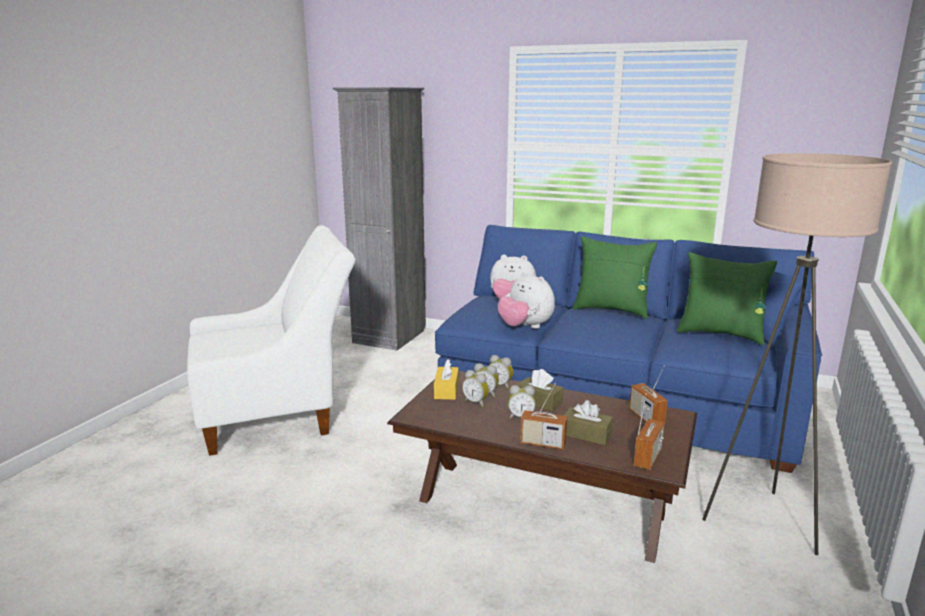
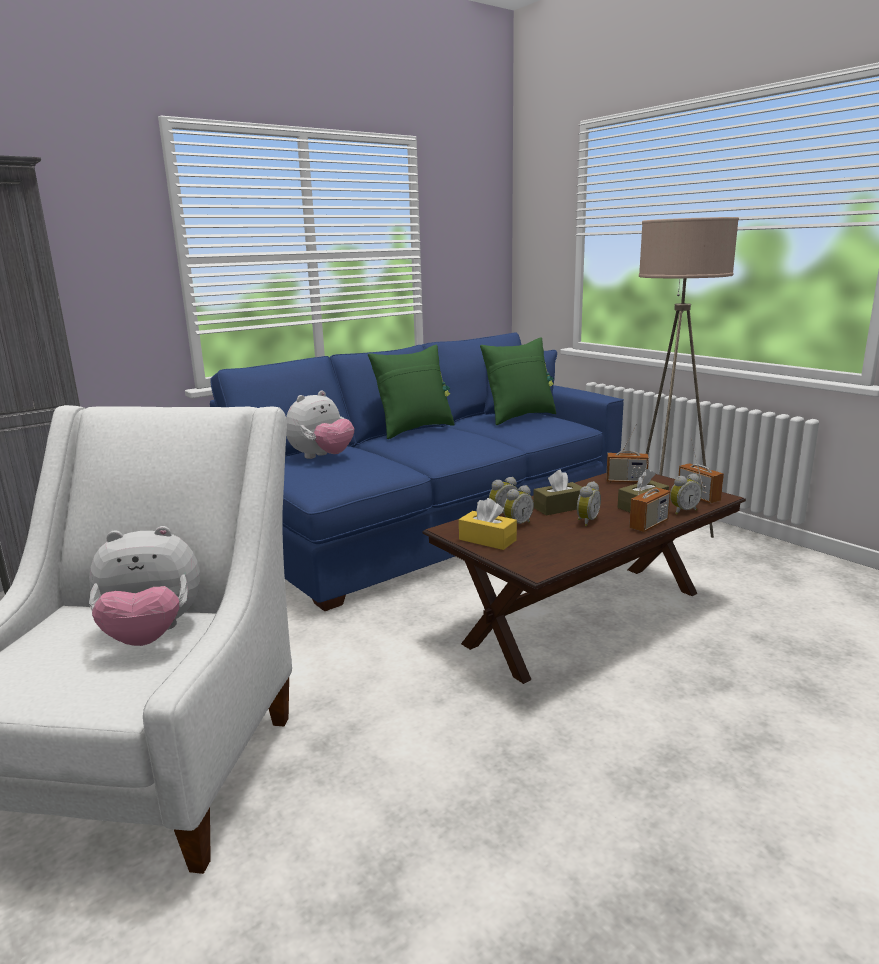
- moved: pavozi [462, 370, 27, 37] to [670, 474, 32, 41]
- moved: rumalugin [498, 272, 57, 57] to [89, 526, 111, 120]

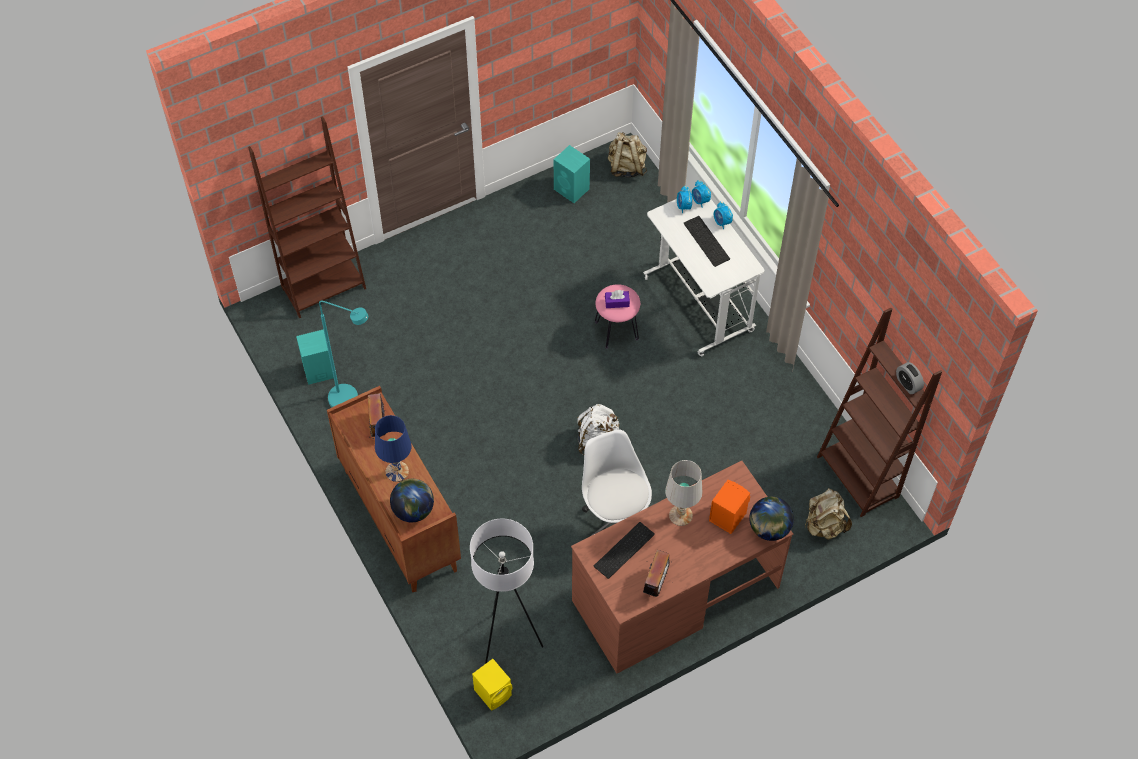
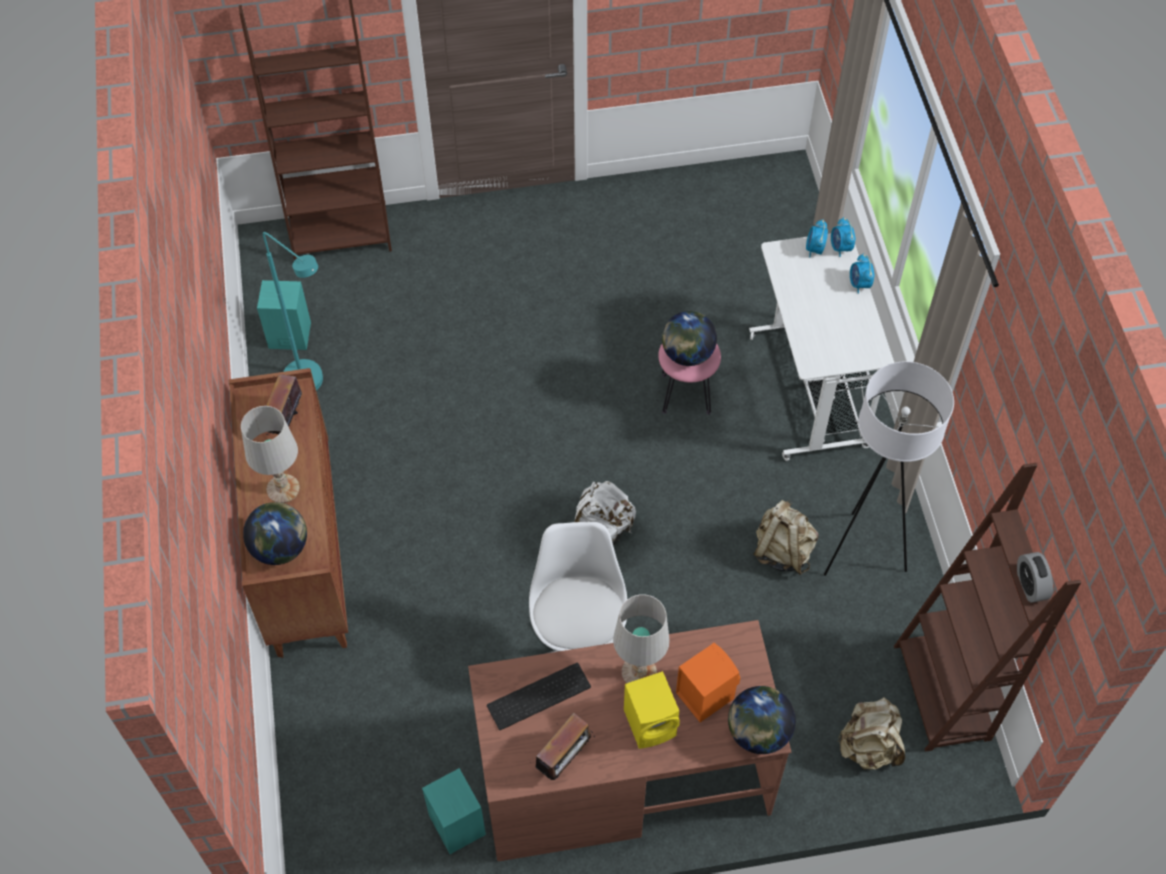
- removed: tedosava [684, 216, 46, 51]
- moved: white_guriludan [470, 519, 73, 145] to [824, 361, 130, 215]
- moved: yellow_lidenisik [472, 659, 40, 52] to [624, 671, 56, 78]
- moved: turquoise_lidenisik [554, 145, 36, 58] to [422, 768, 64, 86]
- moved: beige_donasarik [608, 132, 39, 45] to [753, 500, 66, 75]
- replaced: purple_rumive [605, 290, 25, 18] to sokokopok [662, 311, 55, 55]
- recoloured: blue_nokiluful [375, 415, 37, 67] to white_nokiluful [241, 406, 59, 97]

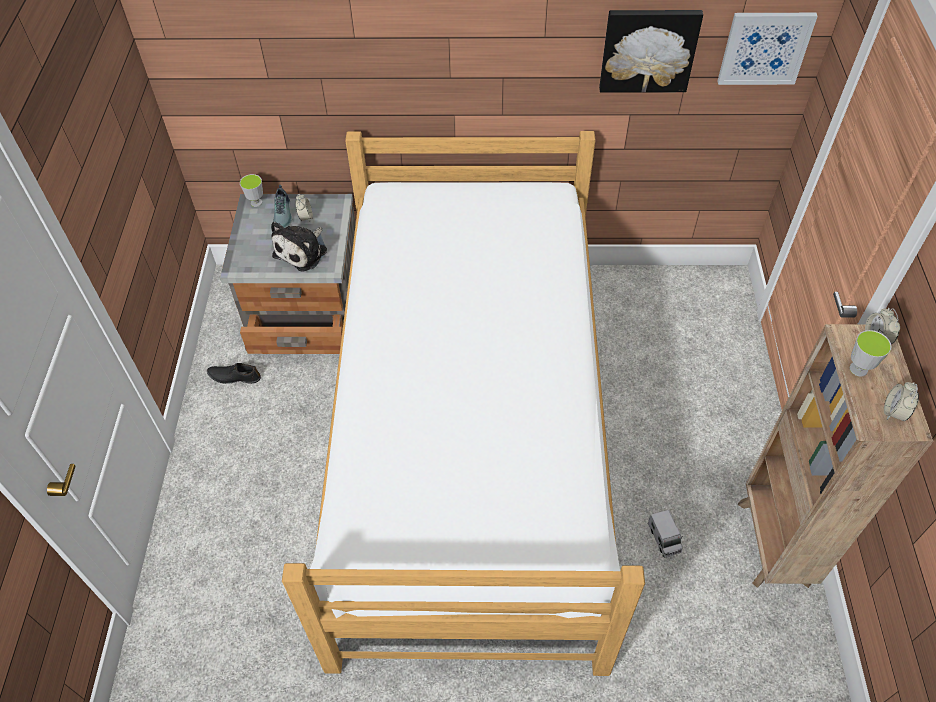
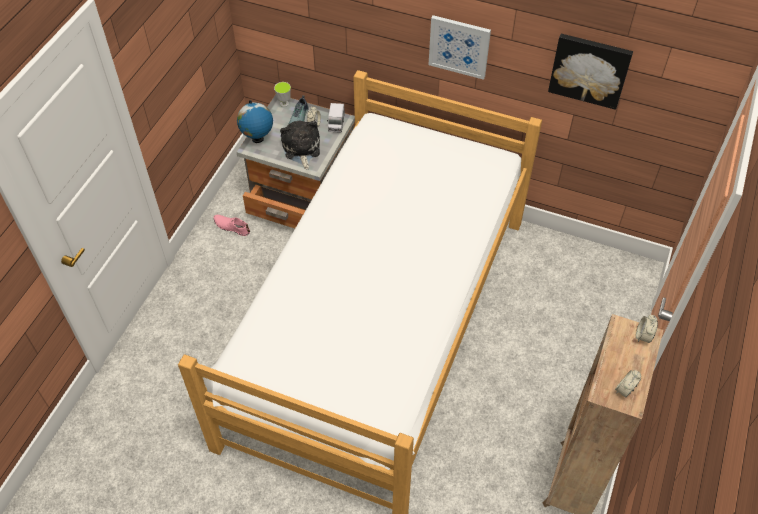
- removed: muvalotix [850, 330, 42, 47]
- added: sokokopok [237, 100, 36, 43]
- moved: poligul [648, 510, 35, 47] to [327, 103, 18, 30]
- moved: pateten [717, 13, 101, 72] to [429, 15, 62, 65]
- recoloured: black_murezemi [207, 363, 54, 21] to pink_murezemi [213, 215, 37, 21]
- turned: rumalugin [271, 222, 56, 50] = [280, 121, 40, 48] 120 degrees clockwise

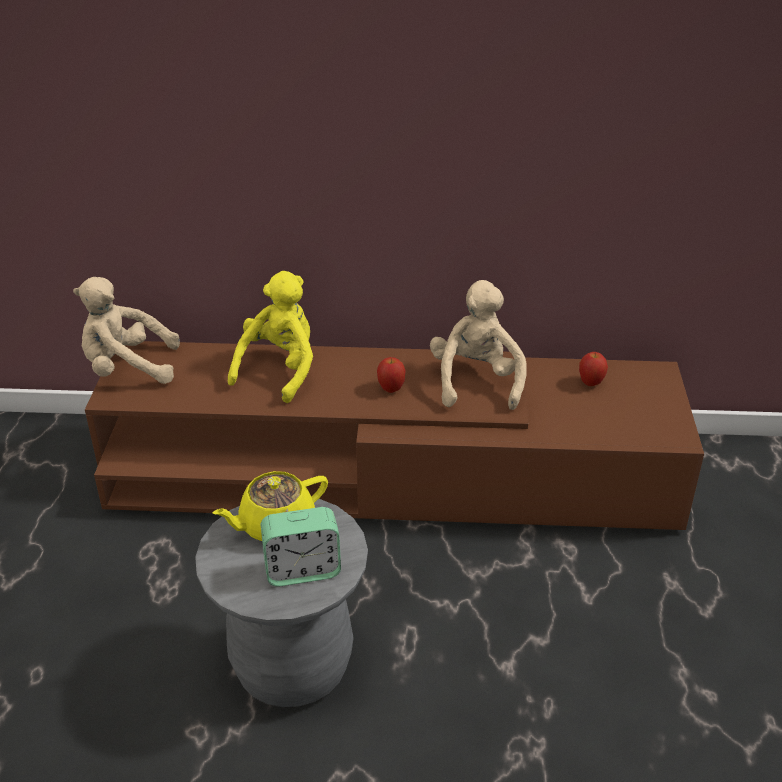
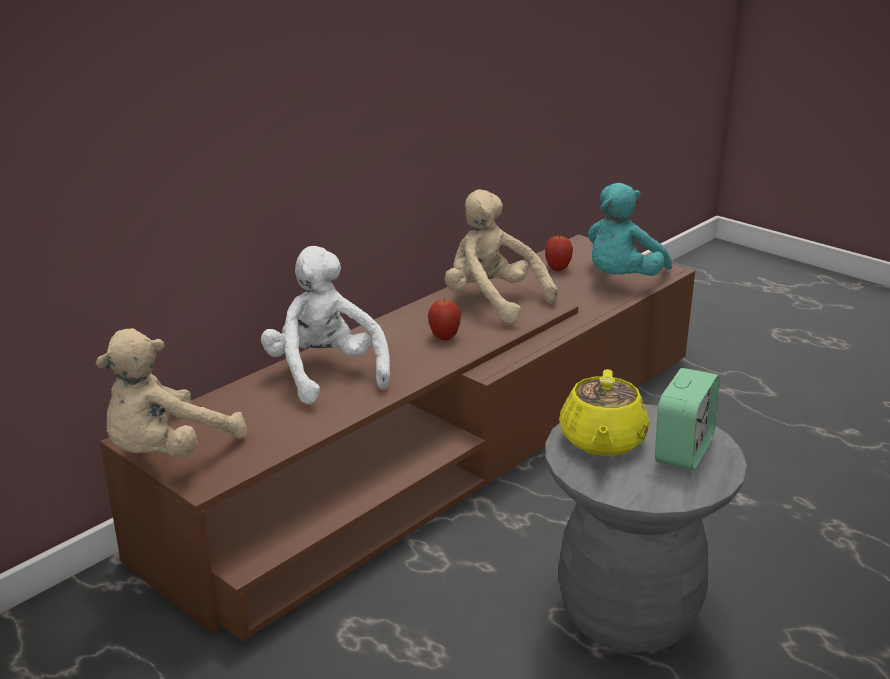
- added: turquoise_rumalugin [588, 183, 84, 93]
- recoloured: yellow_rumalugin [228, 271, 85, 132] to white_rumalugin [261, 246, 129, 159]

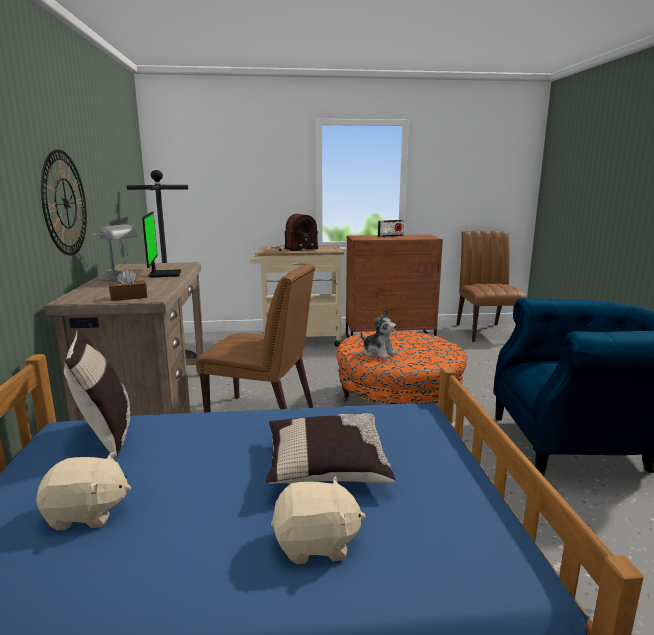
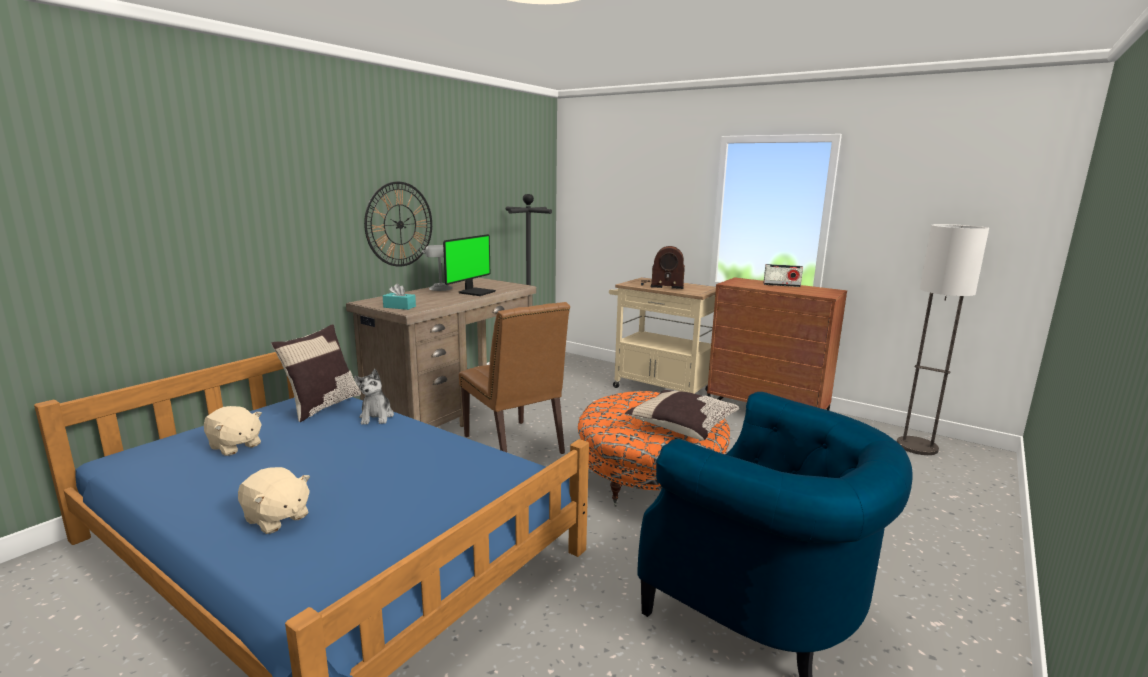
- moved: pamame [266, 413, 130, 71] to [625, 390, 114, 51]
- moved: rumalugin [360, 310, 38, 50] to [354, 369, 40, 56]
- replaced: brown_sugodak [456, 231, 71, 111] to guriludan [897, 224, 92, 231]
- recoloured: brown_rumive [109, 269, 38, 32] to turquoise_rumive [383, 283, 33, 27]

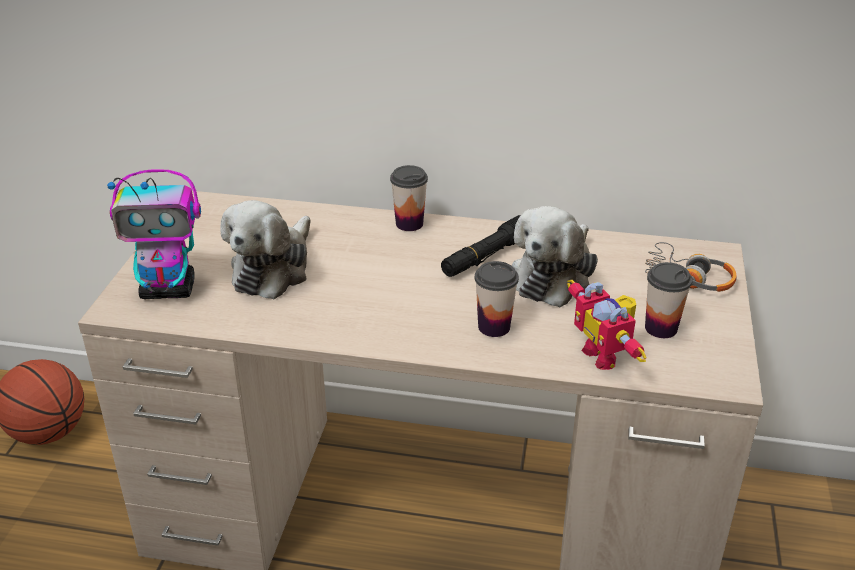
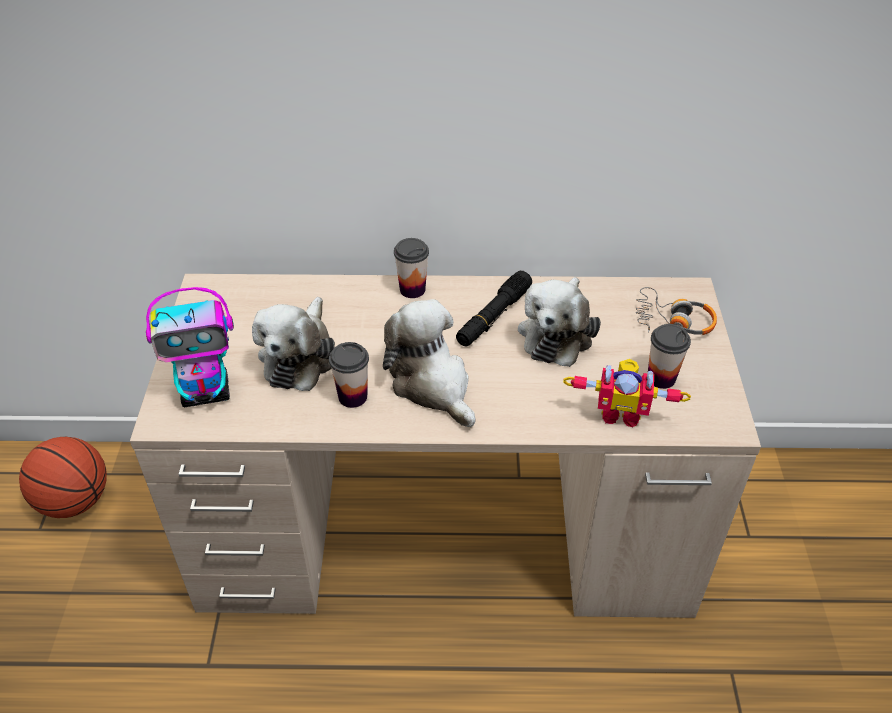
- added: rumalugin [383, 299, 92, 128]
- moved: muvalotix [475, 261, 44, 76] to [329, 342, 40, 66]
- turned: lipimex [567, 280, 79, 90] = [563, 359, 128, 68] 45 degrees counterclockwise

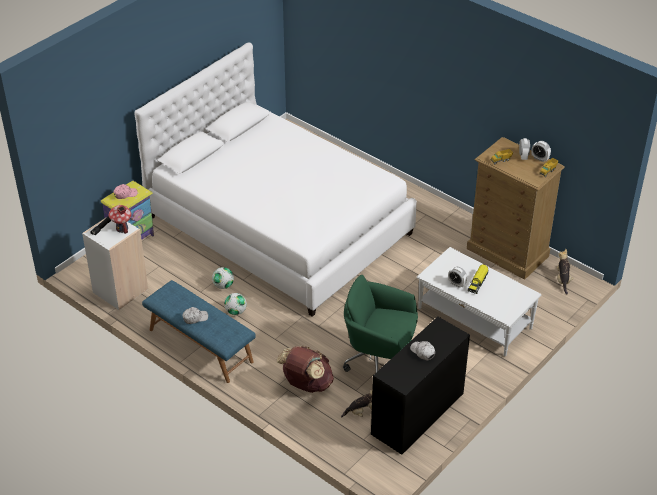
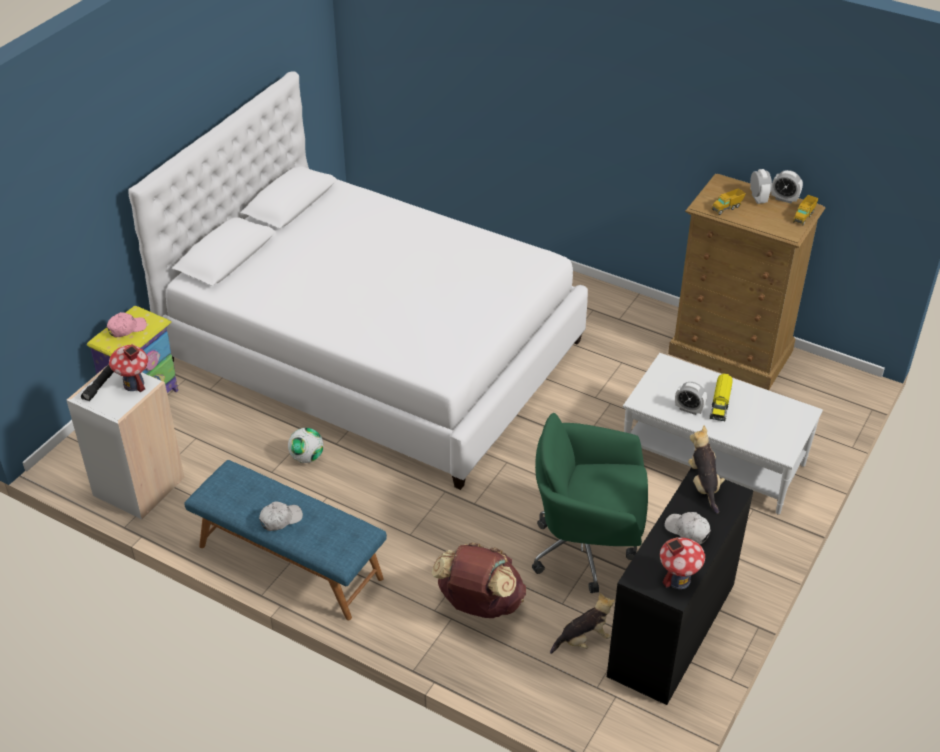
- removed: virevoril [224, 293, 23, 22]
- added: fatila [660, 537, 45, 52]
- moved: rumalugin [557, 249, 17, 45] to [688, 425, 37, 89]

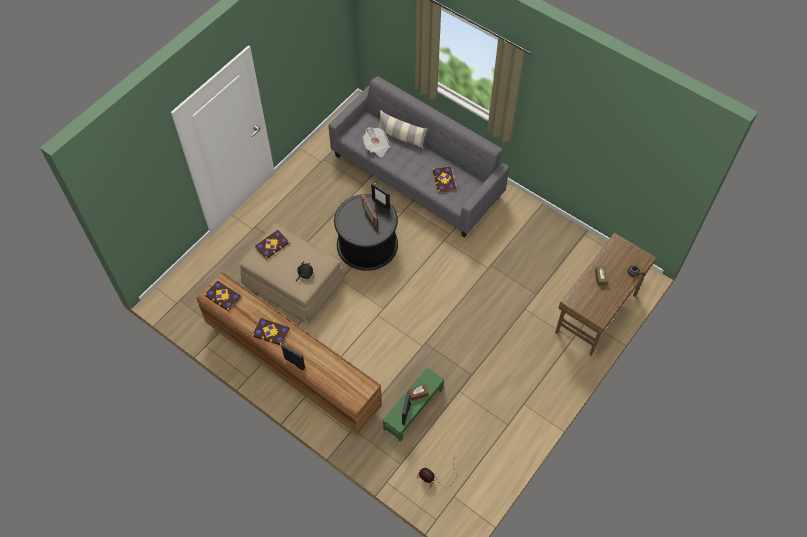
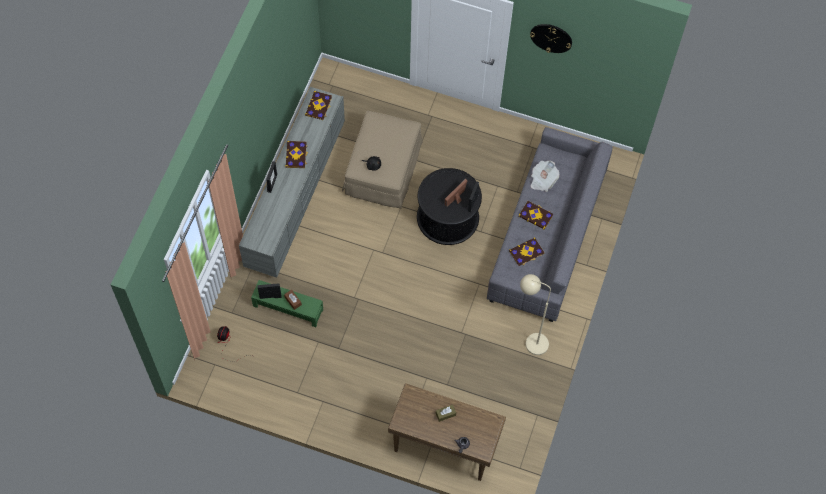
- removed: pamame [379, 110, 48, 39]
- added: beige_guriludan [520, 274, 31, 81]
- added: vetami [530, 24, 42, 29]
- moved: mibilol [255, 230, 35, 30] to [518, 201, 35, 29]
- recoloured: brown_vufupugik [196, 271, 186, 164] to grey_vufupugik [239, 87, 106, 191]

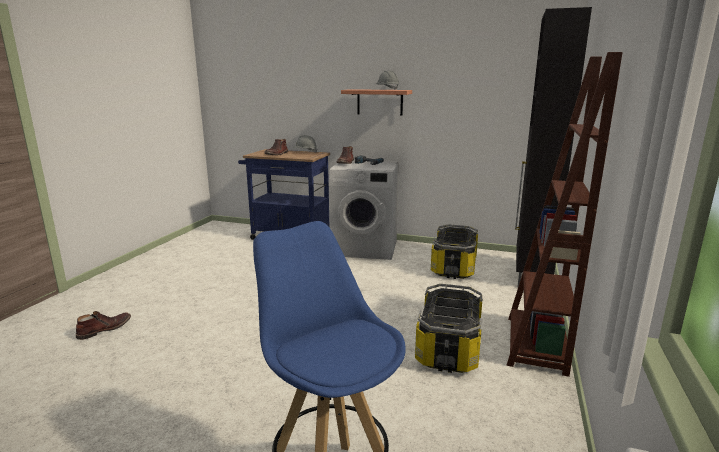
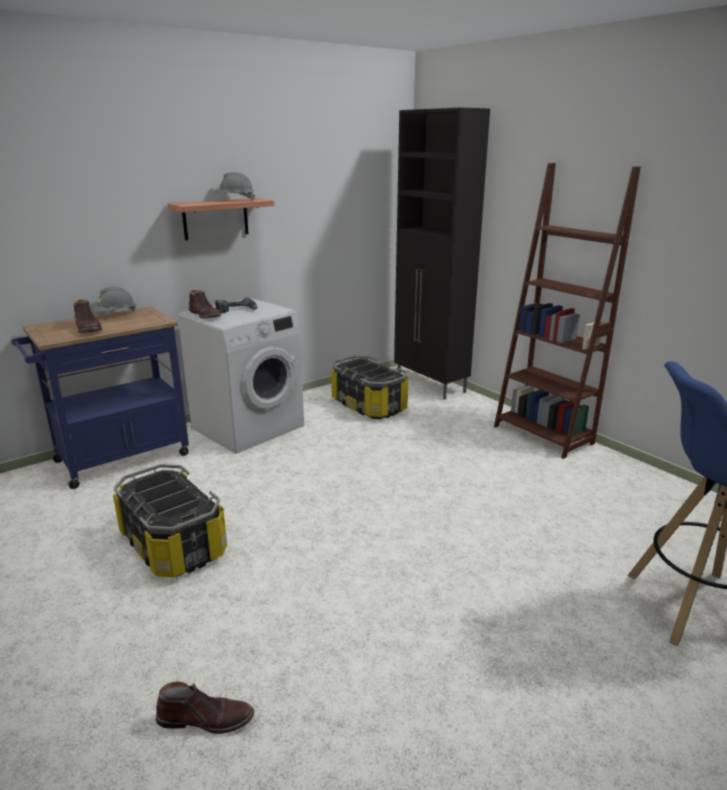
- moved: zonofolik [415, 284, 67, 89] to [113, 464, 114, 113]
- turned: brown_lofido [76, 311, 55, 29] = [156, 681, 98, 53] 105 degrees clockwise

